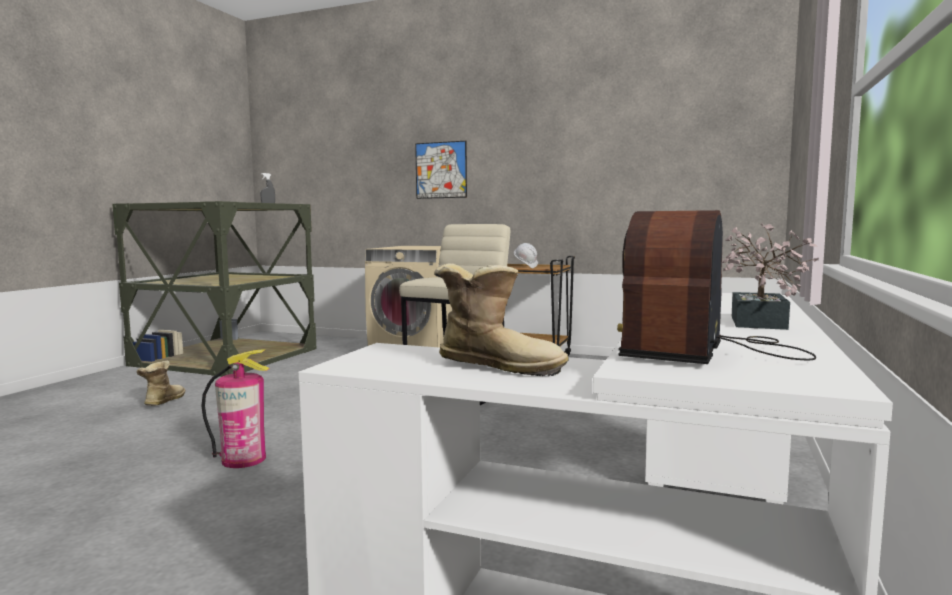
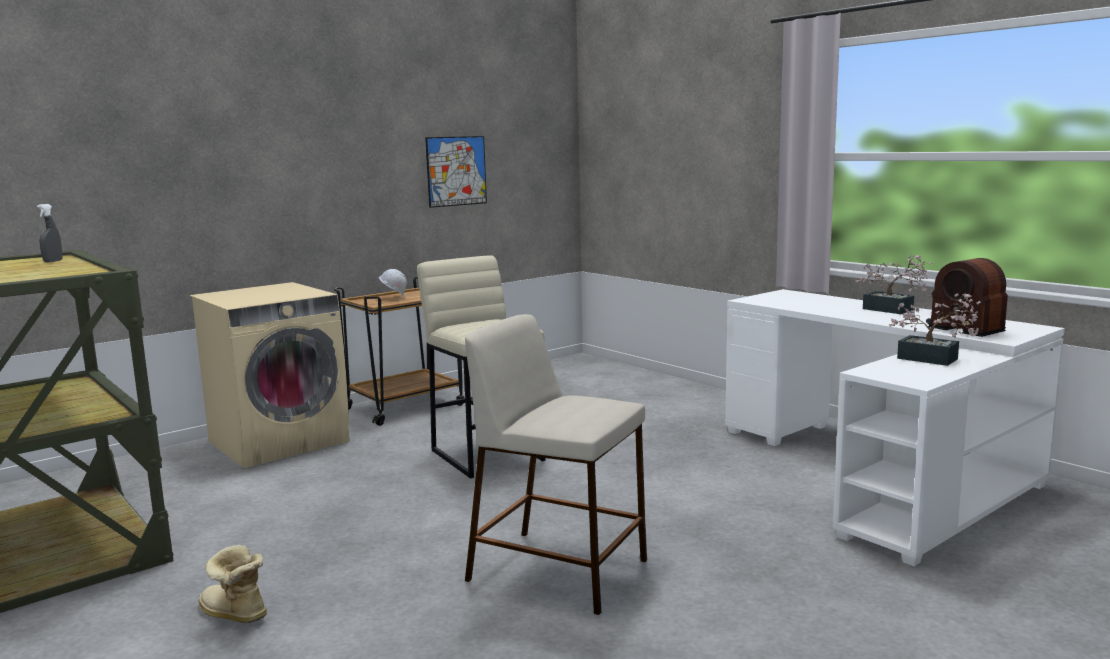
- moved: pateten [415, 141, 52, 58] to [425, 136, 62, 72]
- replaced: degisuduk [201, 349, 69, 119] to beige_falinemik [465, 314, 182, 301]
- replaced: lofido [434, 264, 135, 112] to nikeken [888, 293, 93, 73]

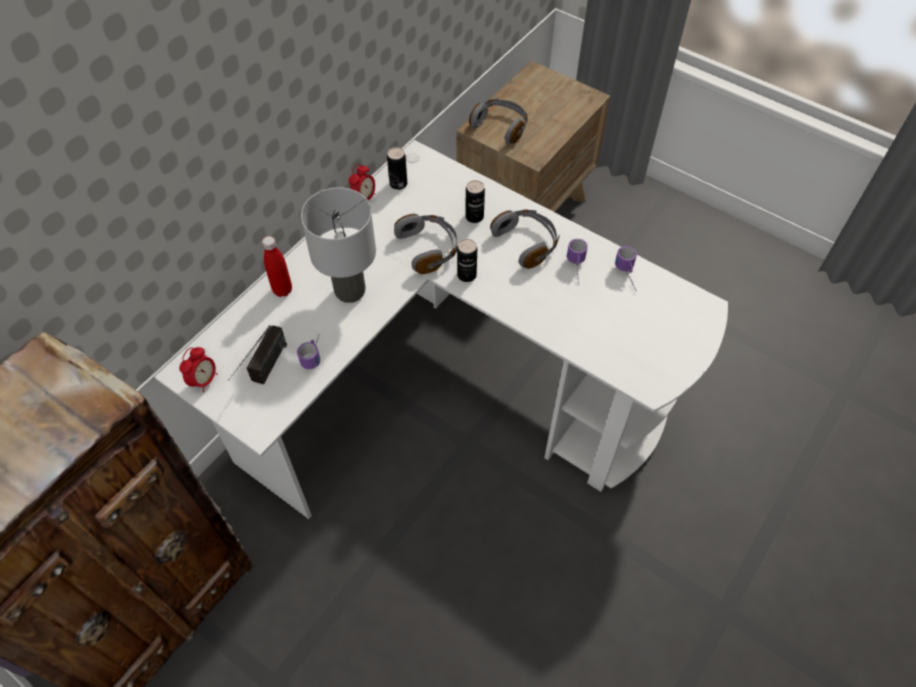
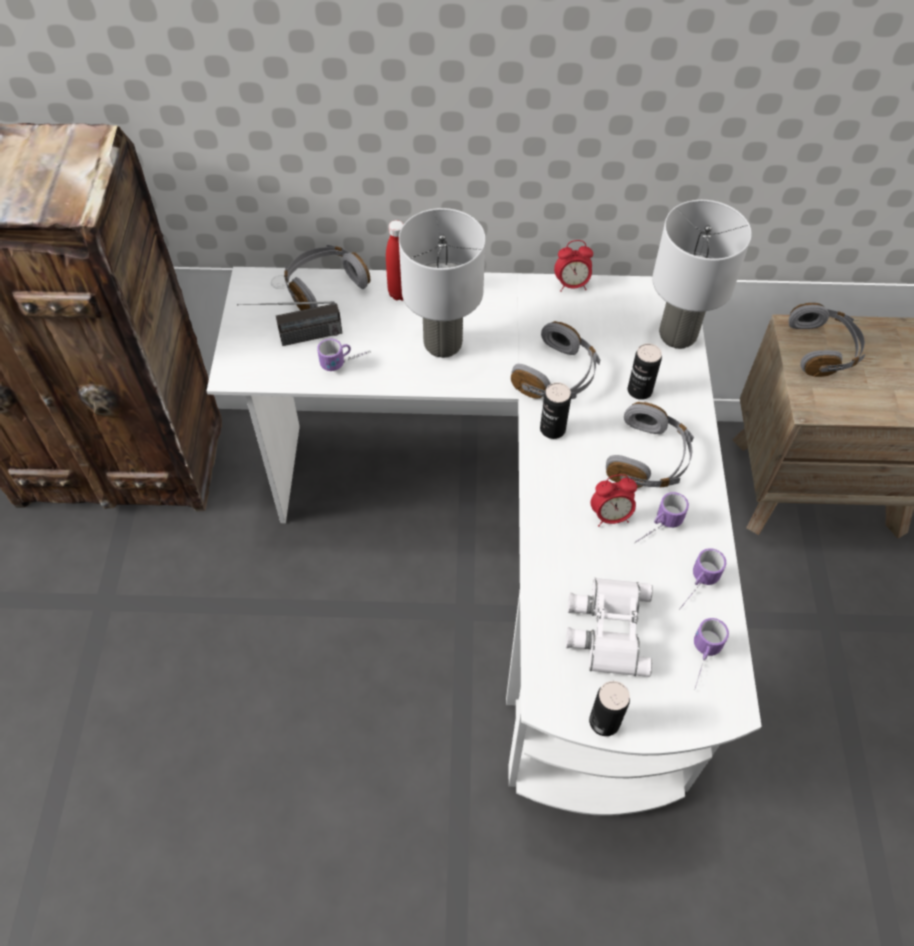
- added: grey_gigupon [284, 245, 86, 65]
- added: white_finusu [565, 578, 88, 99]
- added: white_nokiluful [652, 200, 100, 149]
- added: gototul [694, 618, 35, 72]
- moved: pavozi [179, 347, 39, 46] to [591, 474, 46, 53]
- moved: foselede [387, 147, 20, 43] to [589, 681, 41, 55]

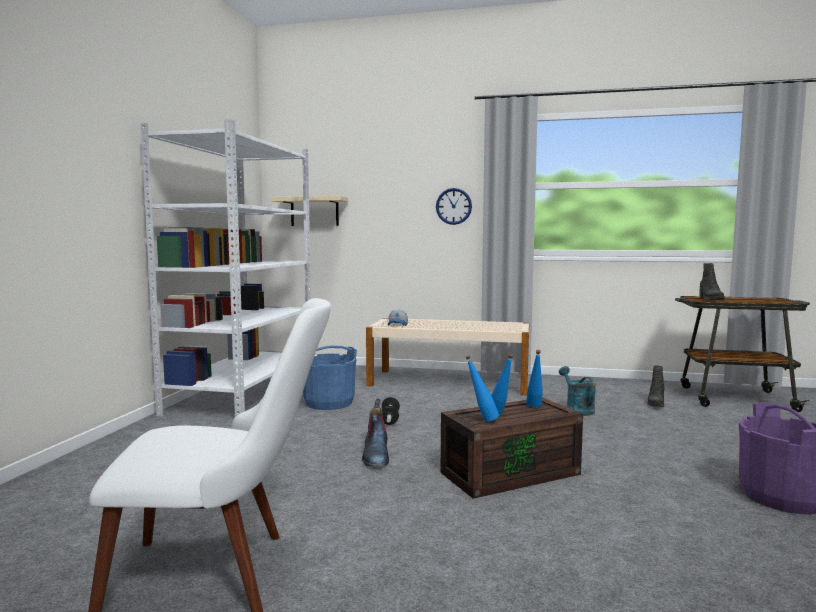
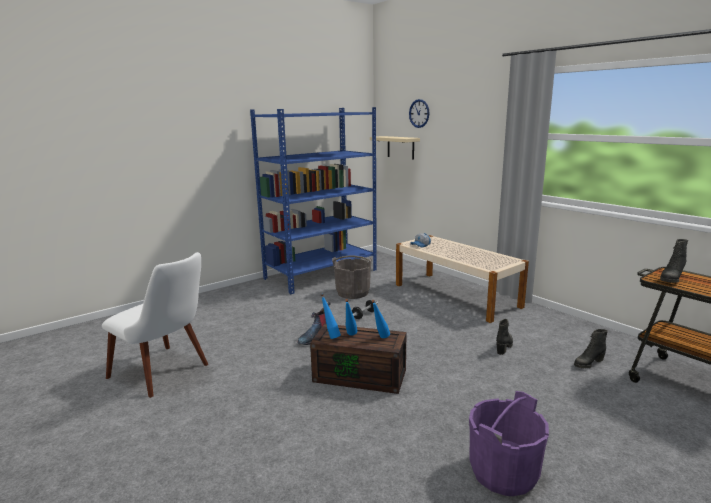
- moved: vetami [436, 188, 36, 37] to [409, 99, 20, 29]
- replaced: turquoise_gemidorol [559, 366, 37, 50] to black_lofido [496, 319, 17, 36]
- recoloured: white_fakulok [141, 119, 170, 298] to blue_fakulok [250, 107, 127, 187]
- recoloured: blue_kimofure [303, 345, 54, 65] to grey_kimofure [332, 255, 40, 44]

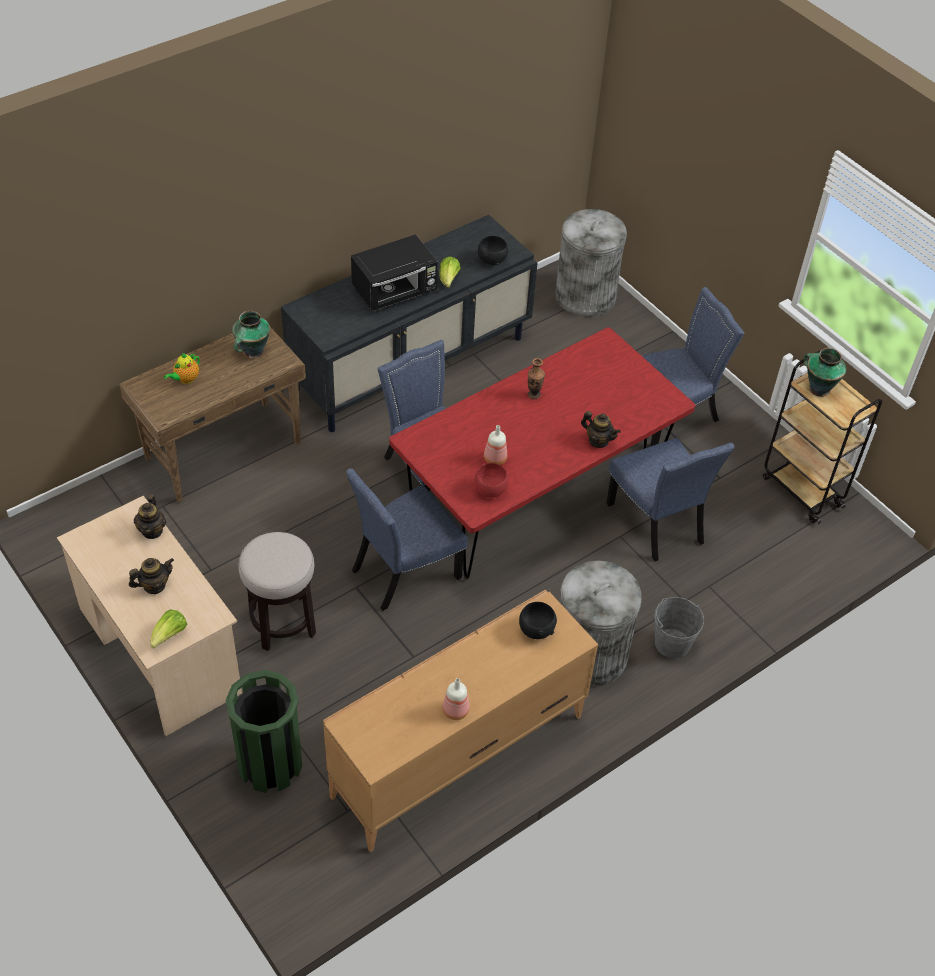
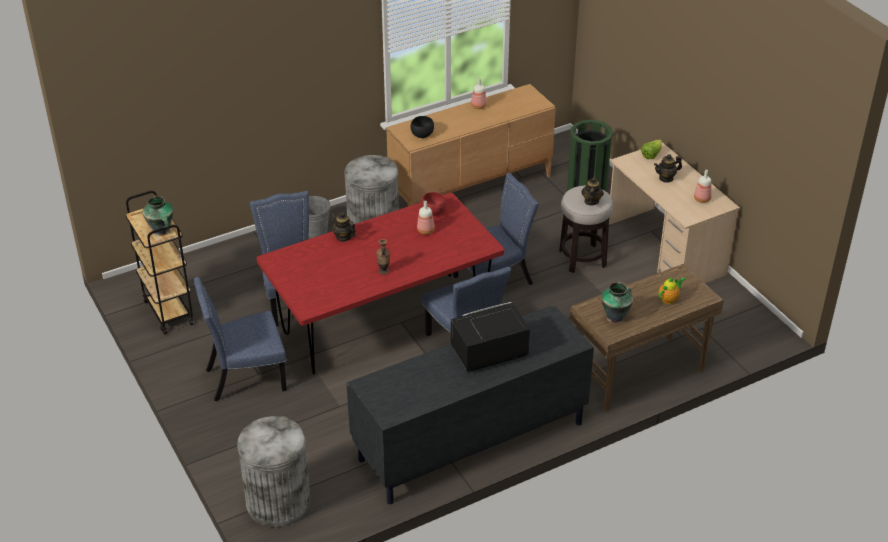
- removed: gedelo [439, 257, 22, 31]
- removed: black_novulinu [478, 236, 30, 29]
- added: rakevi [694, 170, 17, 33]
- moved: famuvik [134, 494, 32, 45] to [581, 175, 23, 30]

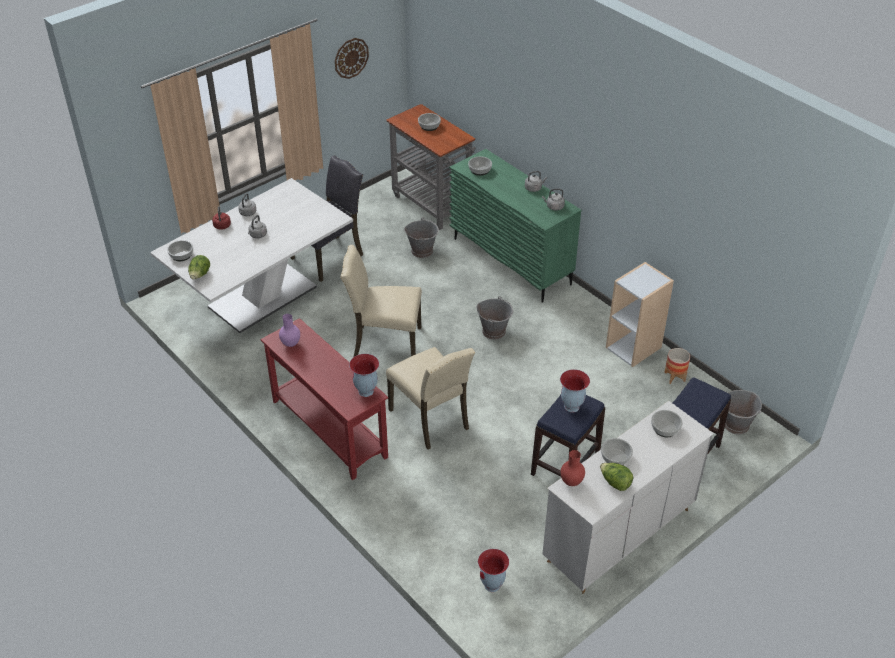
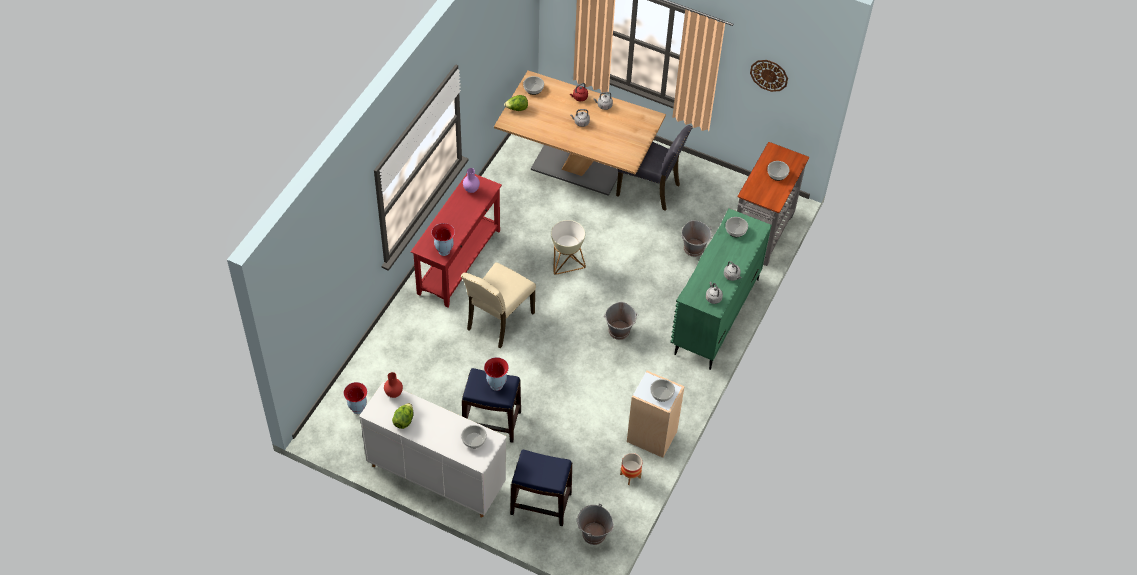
- moved: novulinu [601, 438, 32, 27] to [650, 379, 25, 23]
- replaced: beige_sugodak [340, 245, 82, 112] to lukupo [551, 220, 35, 55]
- recoloured: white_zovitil [150, 178, 203, 155] to brown_zovitil [494, 71, 172, 125]

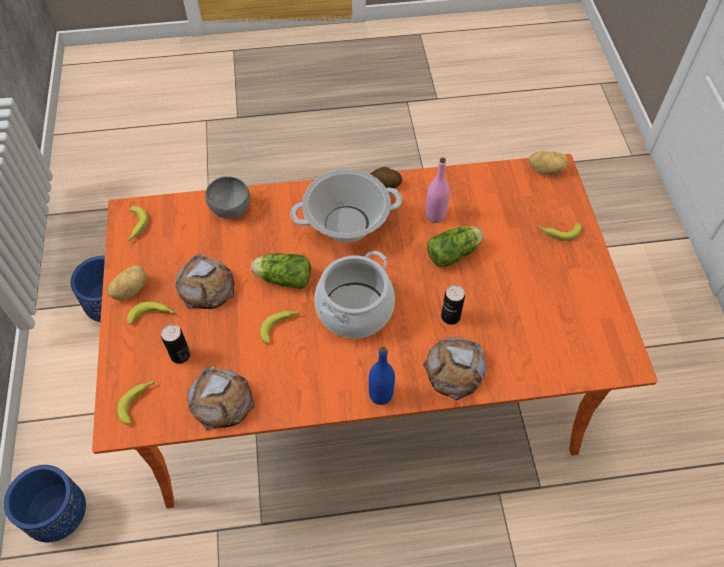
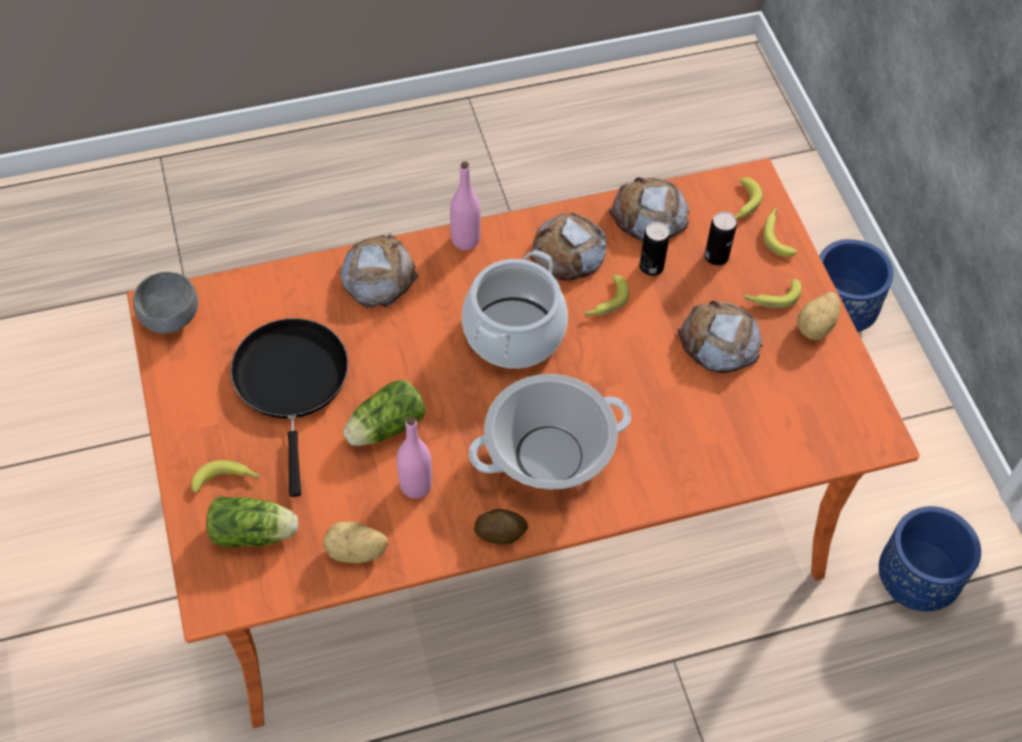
- added: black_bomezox [230, 318, 118, 179]
- added: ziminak [530, 213, 77, 68]
- moved: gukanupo [127, 206, 22, 35] to [763, 207, 34, 50]
- moved: grey_novulinu [205, 176, 45, 43] to [133, 272, 65, 62]
- moved: gedelo [251, 253, 60, 36] to [206, 496, 93, 51]
- moved: foselede [441, 285, 24, 40] to [639, 222, 31, 54]
- moved: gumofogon [529, 151, 39, 24] to [323, 522, 65, 41]
- recoloured: blue_rakevi [369, 347, 26, 58] to pink_rakevi [450, 161, 31, 89]

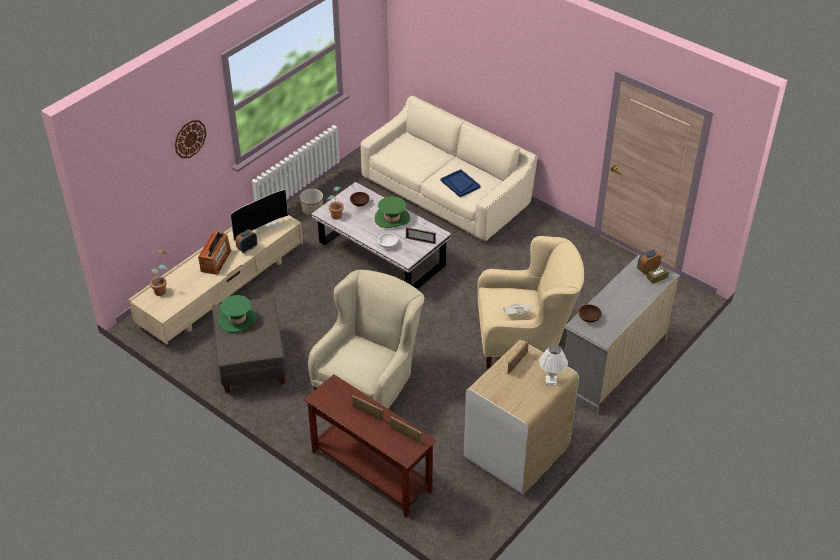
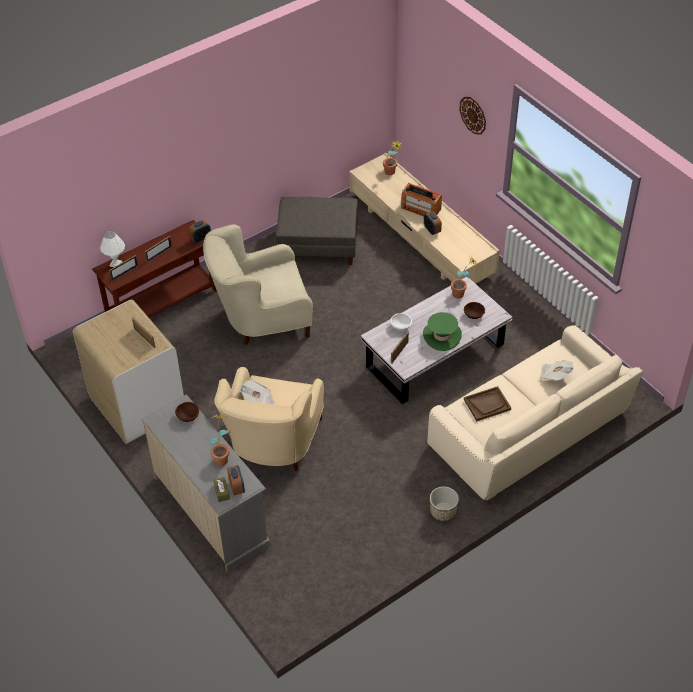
- removed: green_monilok [218, 295, 39, 38]
- removed: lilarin [230, 189, 58, 52]
- added: pavozi [188, 220, 23, 24]
- added: nikeken [208, 415, 22, 51]
- added: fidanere [540, 360, 34, 21]
- moved: lukupo [300, 189, 23, 27] to [430, 486, 29, 35]
- moved: white_nokiluful [539, 345, 29, 41] to [100, 231, 25, 36]
- recoloured: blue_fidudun [441, 169, 40, 28] to brown_fidudun [464, 386, 47, 35]
- turned: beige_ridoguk [308, 270, 116, 139] = [203, 224, 110, 121] 120 degrees clockwise

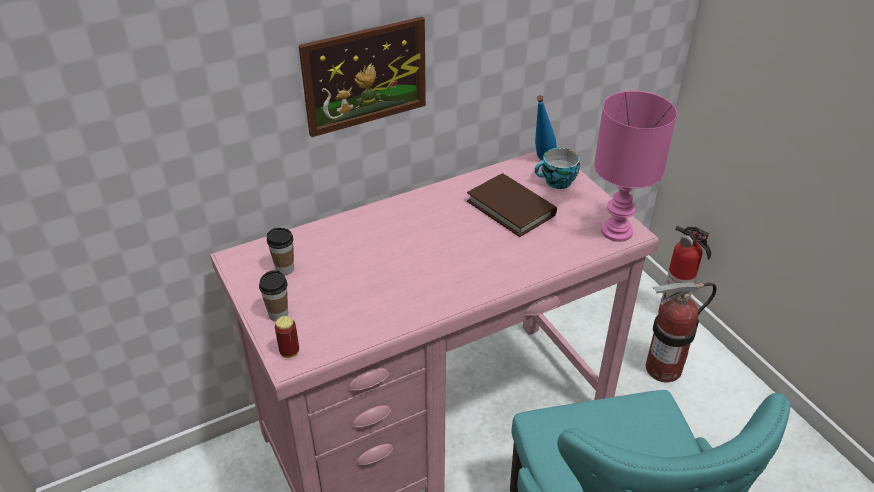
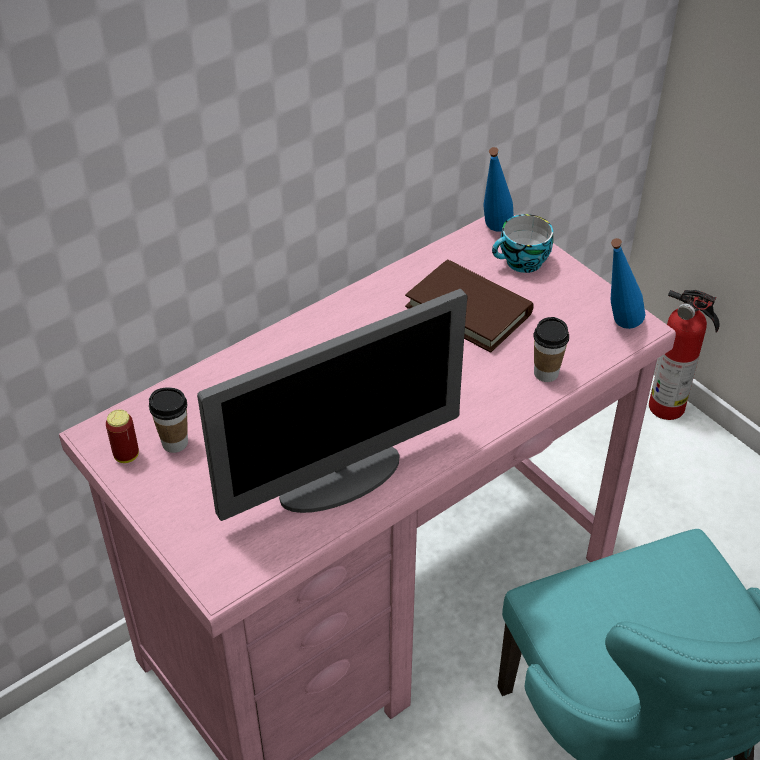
- removed: pateten [299, 17, 127, 120]
- removed: degisuduk [646, 282, 71, 100]
- added: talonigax [197, 289, 271, 232]
- moved: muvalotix [259, 270, 29, 51] to [533, 317, 36, 65]
- moved: foselede [275, 316, 24, 42] to [106, 409, 33, 54]
- replaced: pink_nokiluful [594, 91, 83, 151] to blue_rakevi [610, 238, 35, 91]

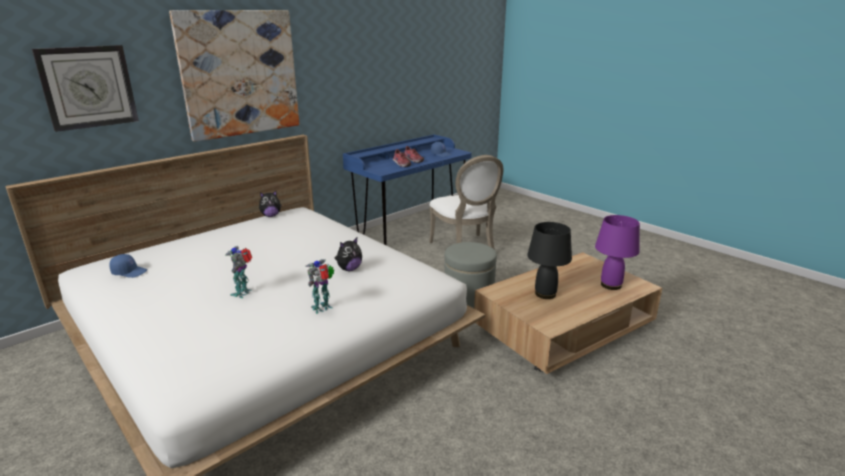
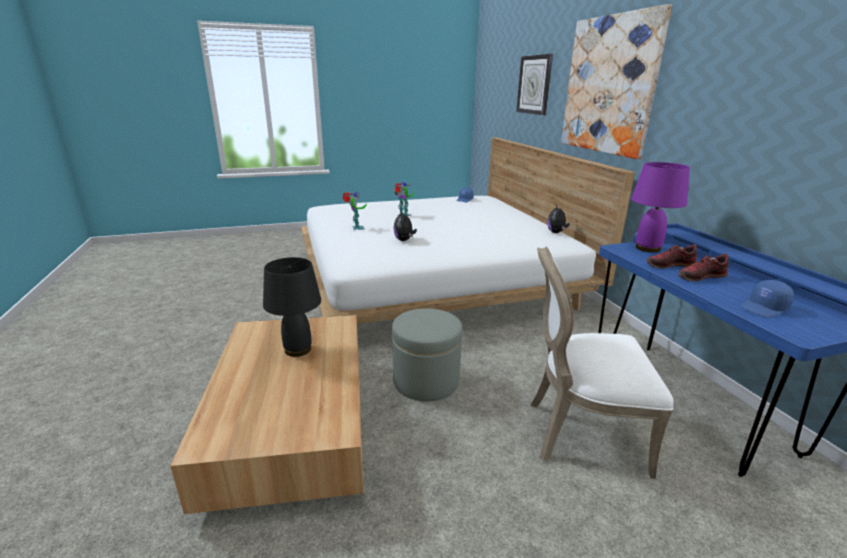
- moved: purple_nokiluful [595, 215, 45, 75] to [631, 162, 59, 91]

